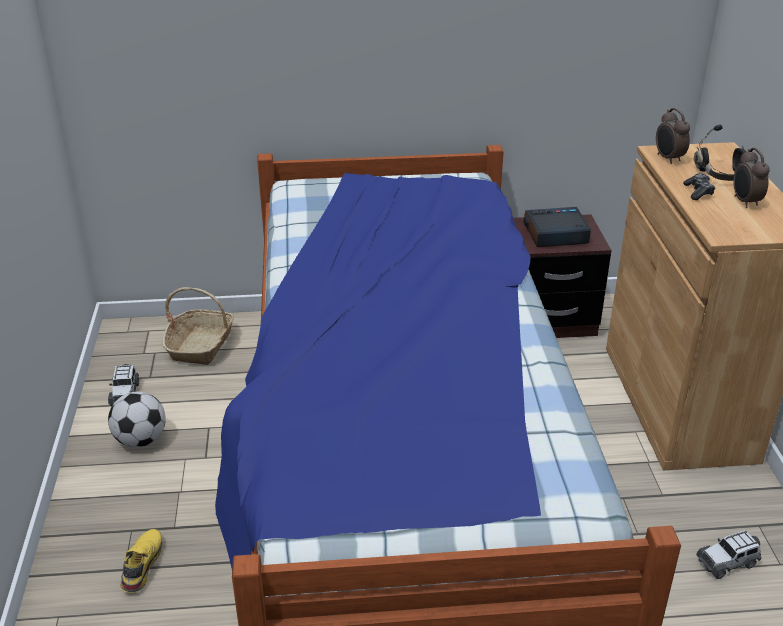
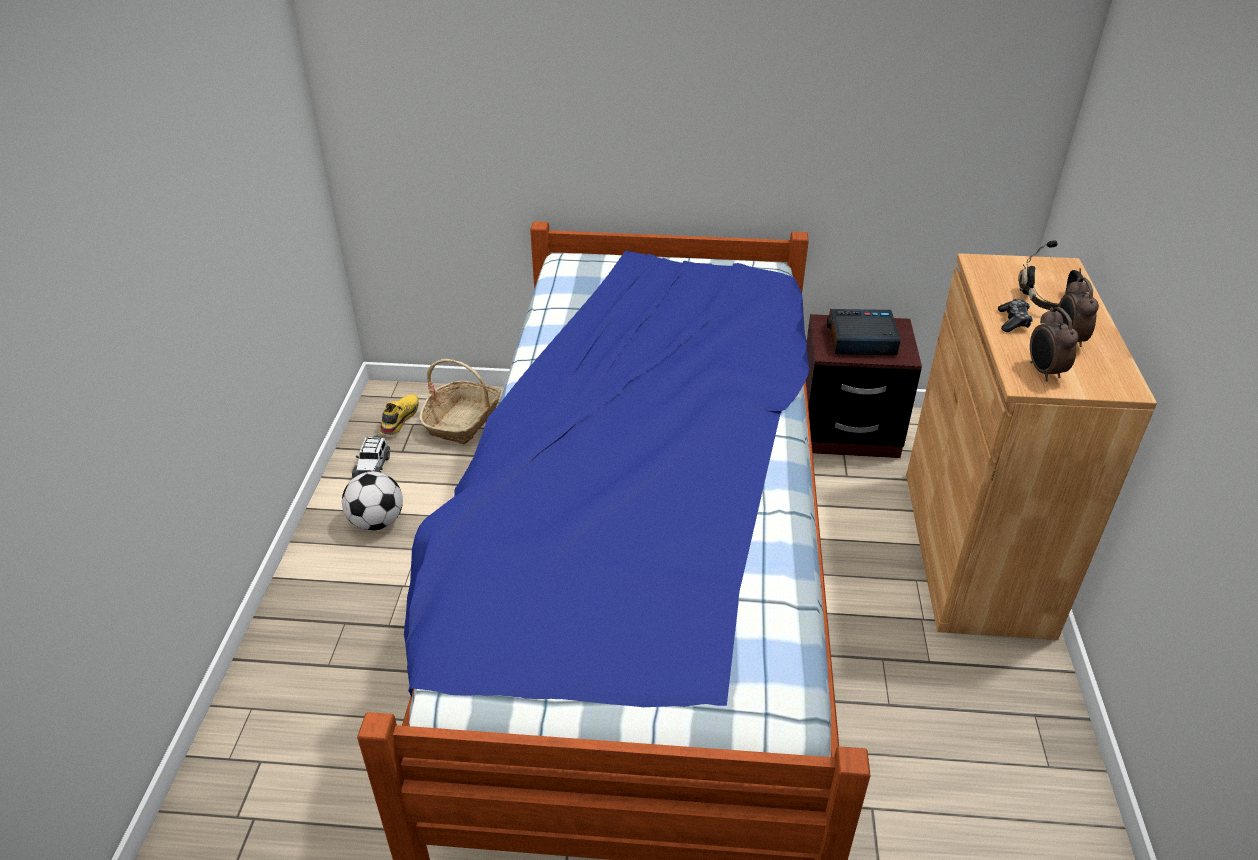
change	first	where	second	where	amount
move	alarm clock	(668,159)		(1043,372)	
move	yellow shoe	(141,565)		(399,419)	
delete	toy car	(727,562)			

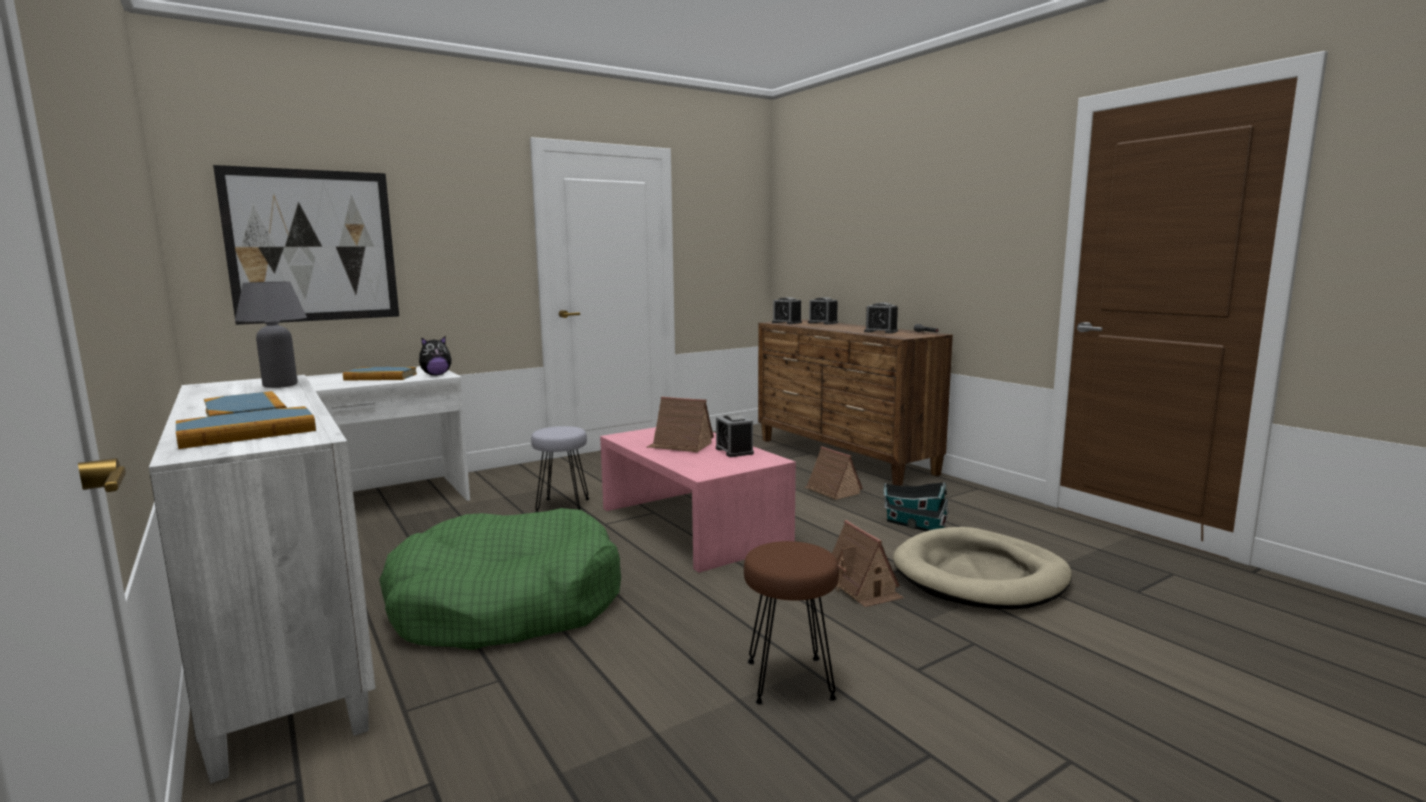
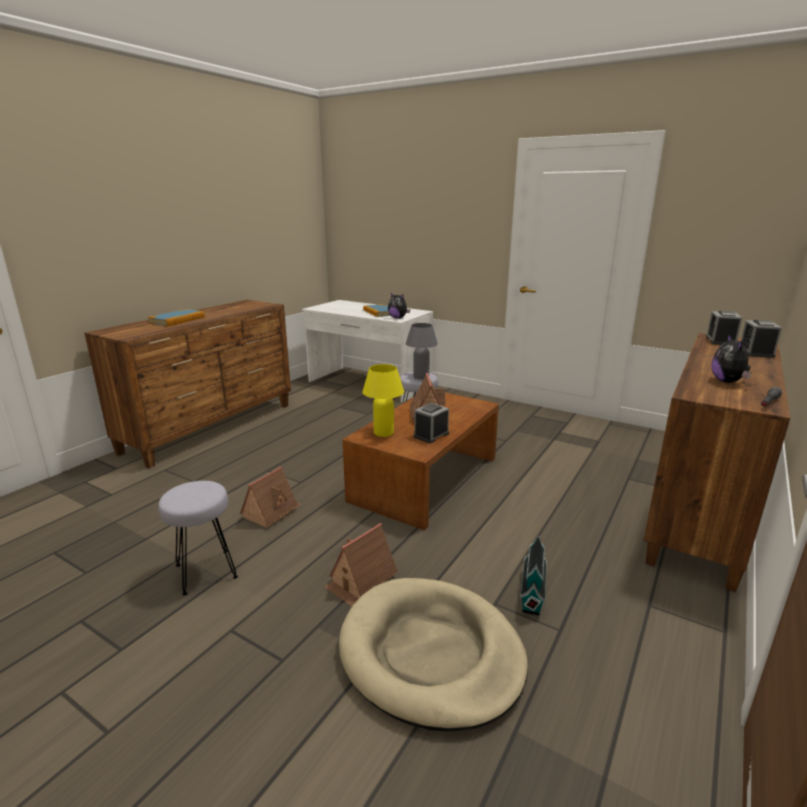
change	first	where	second	where	amount
delete	picture	(313,246)			
move	grey table lamp	(280,385)		(421,377)	
replace	alarm clock	(881,331)	plush toy	(728,382)	
recolor	white dresser	(283,648)	brown dresser	(212,427)	
delete	book	(247,433)			
recolor	pink coffee table	(693,525)	brown coffee table	(426,479)	
move	toy house	(832,491)		(272,511)	
delete	green dog bed	(506,604)			
recolor	brown stool	(789,681)	grey stool	(205,572)	
insert			yellow table lamp	(383,433)	

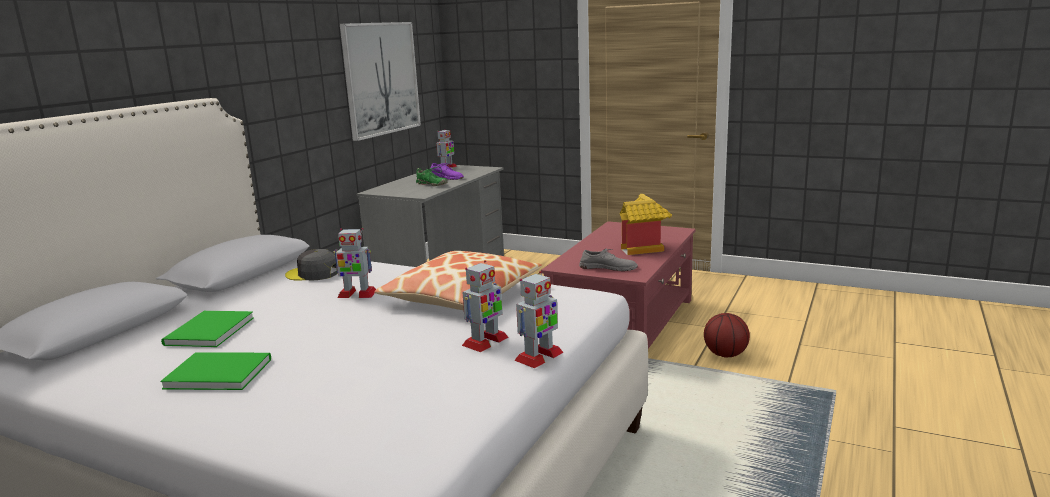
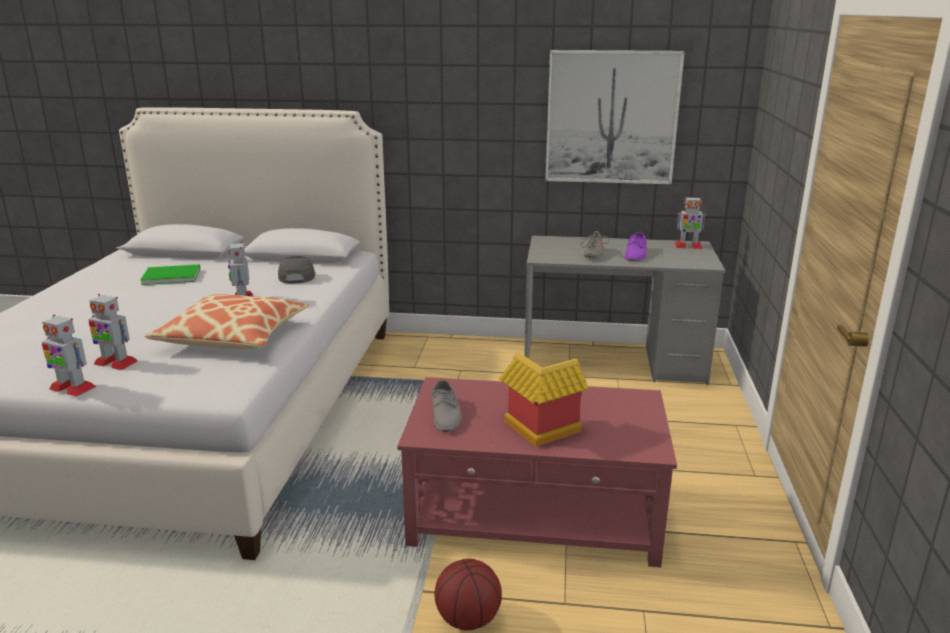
change	first	where	second	where	amount
recolor	green shoe	(431,184)	grey shoe	(593,254)	
delete	green book	(217,372)			

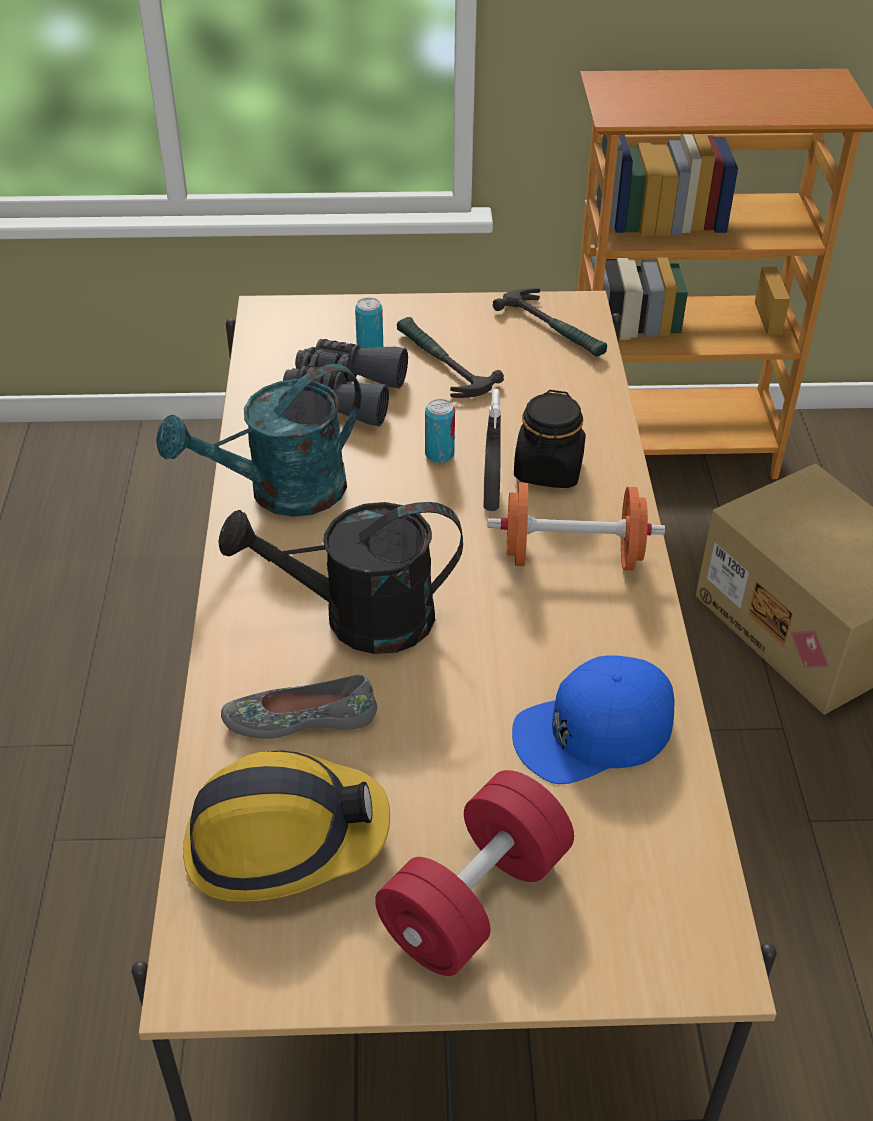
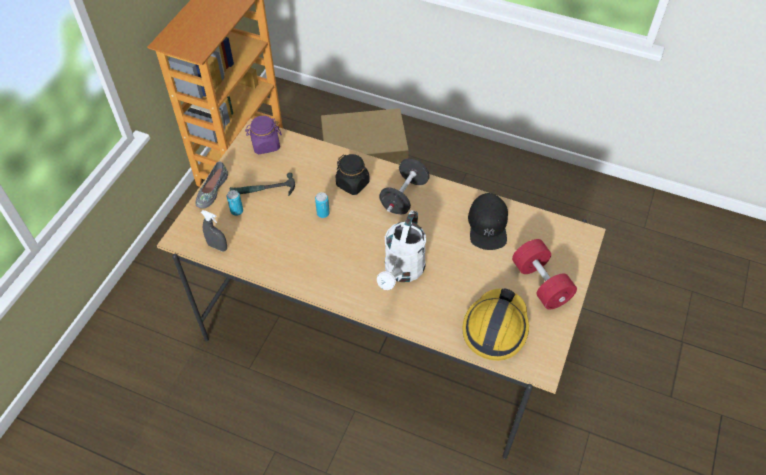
change	first	where	second	where	amount
replace	hammer	(555,329)	purple jar	(265,145)	
delete	grey binoculars	(344,394)			
delete	turquoise watering can	(281,493)			
move	grey spray bottle	(491,497)		(217,247)	
recolor	orange dumbbell	(572,556)	black dumbbell	(404,196)	
recolor	black watering can	(358,619)	white watering can	(402,272)	
recolor	blue cap	(593,731)	black cap	(488,225)	
move	grey shoe	(300,717)		(211,190)	

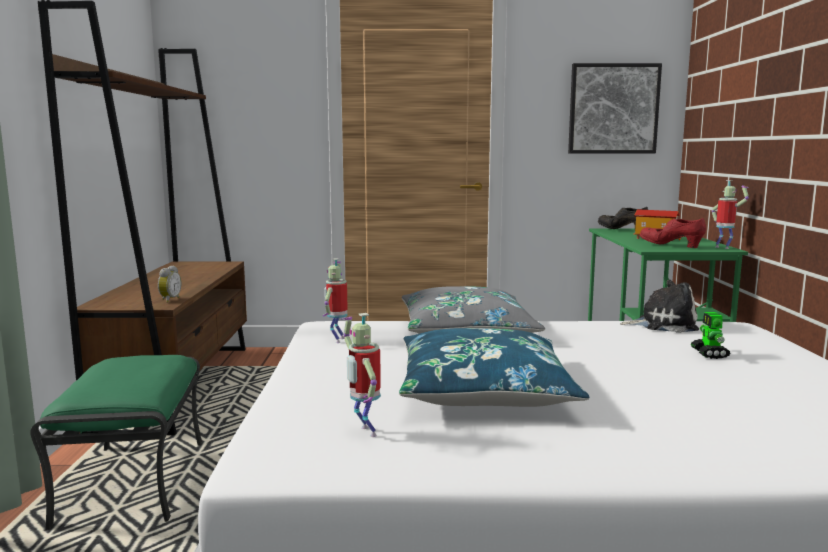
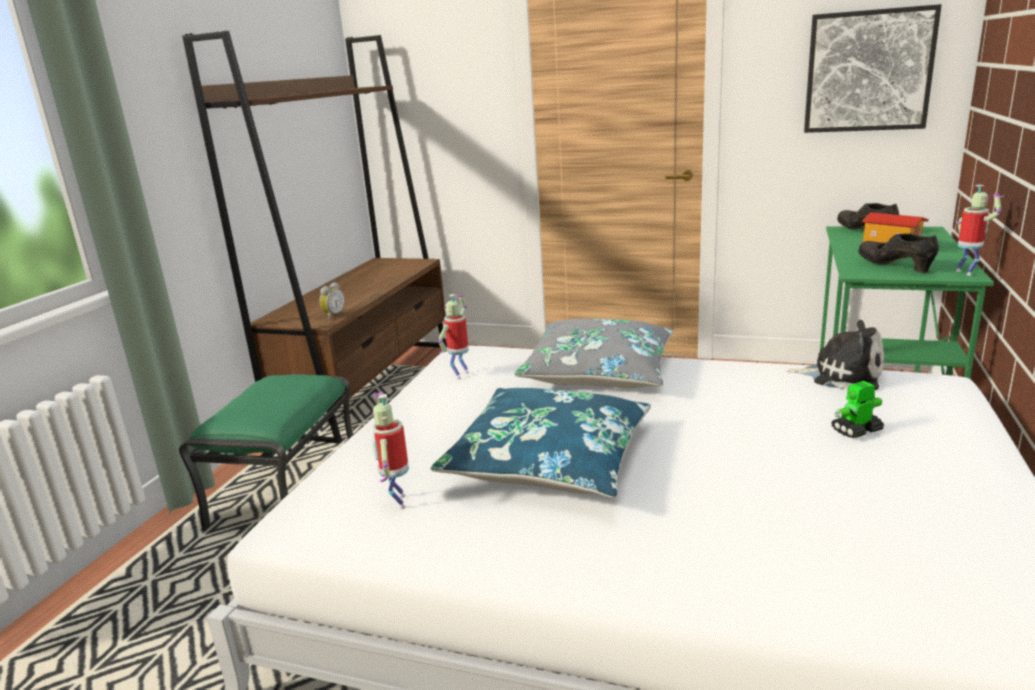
change	first	where	second	where	amount
recolor	red shoe	(671,246)	black shoe	(895,267)	
rotate	toy robot	(709,354)		(856,430)	45 degrees clockwise

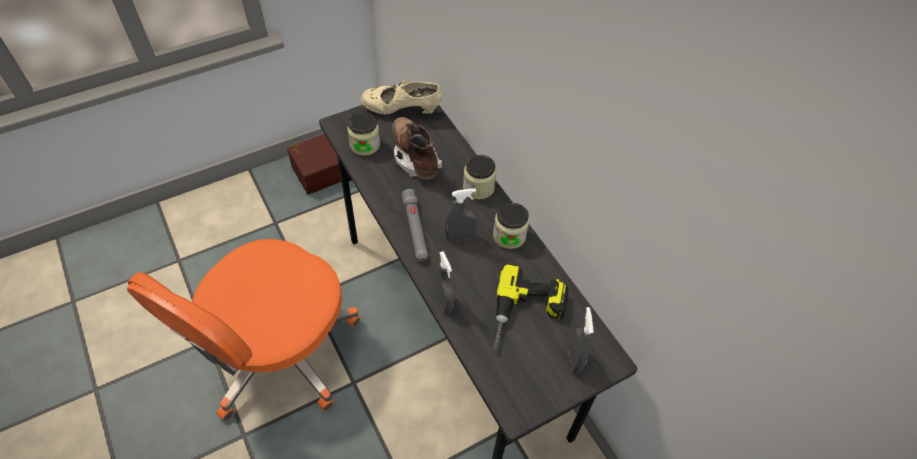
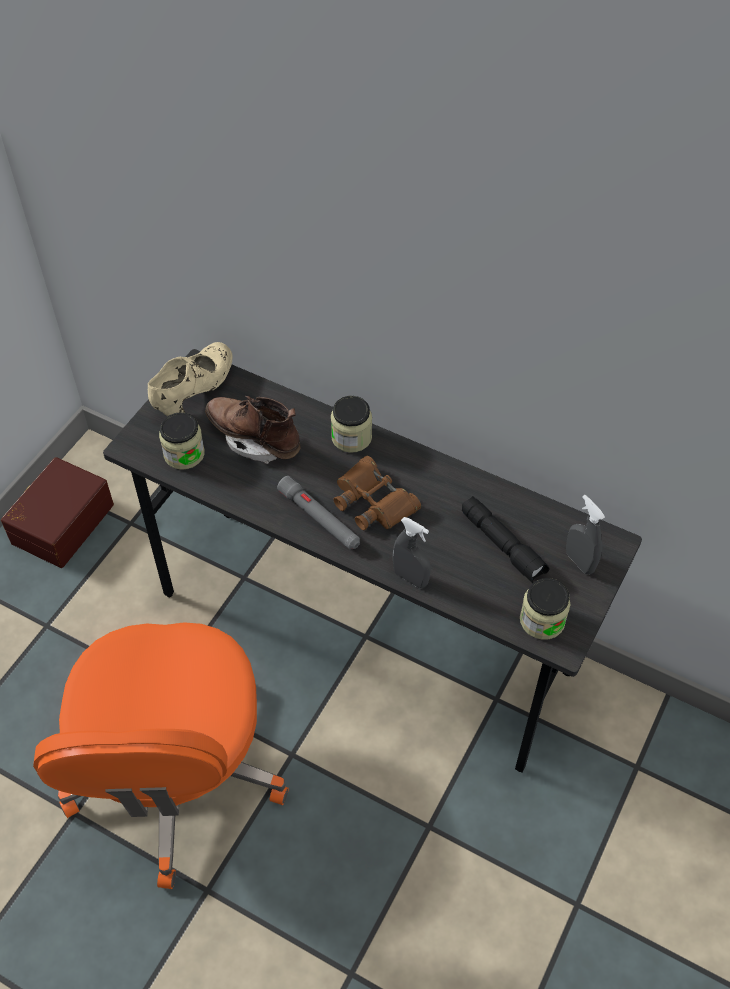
change	first	where	second	where	amount
rotate	beige shoe	(402,110)		(194,392)	150 degrees clockwise
replace	grey spray bottle	(460,237)	brown binoculars	(373,501)	
move	jar	(509,236)		(542,620)	
replace	power drill	(527,316)	black flashlight	(503,545)	

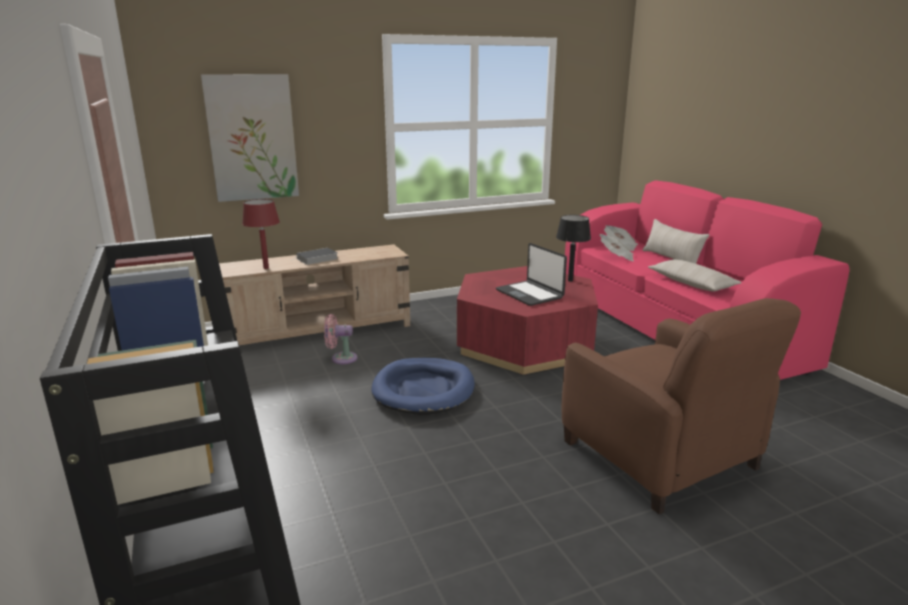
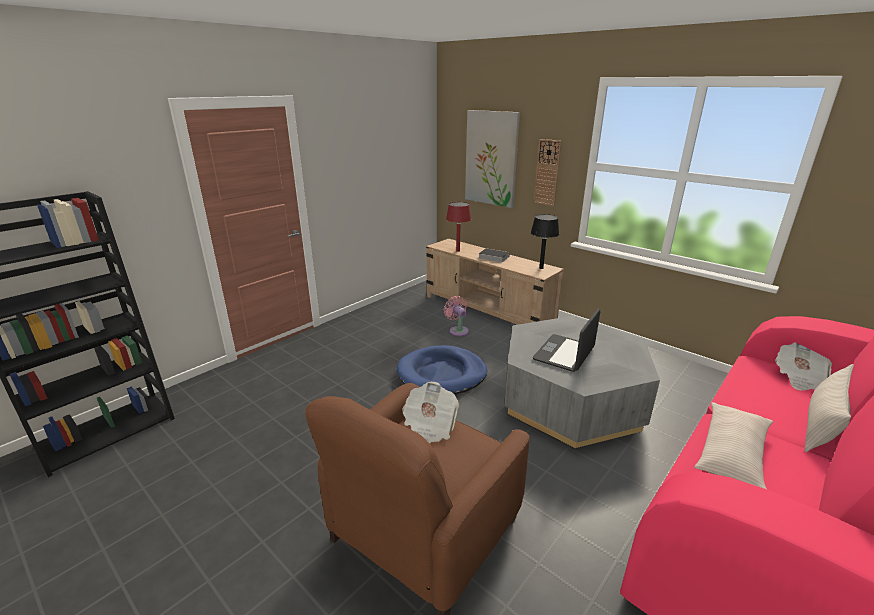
change	first	where	second	where	amount
move	black table lamp	(570,280)		(541,268)	
move	newspaper	(616,257)		(429,426)	
recolor	red coffee table	(524,343)	grey coffee table	(571,400)	
insert			wall clock	(547,172)	

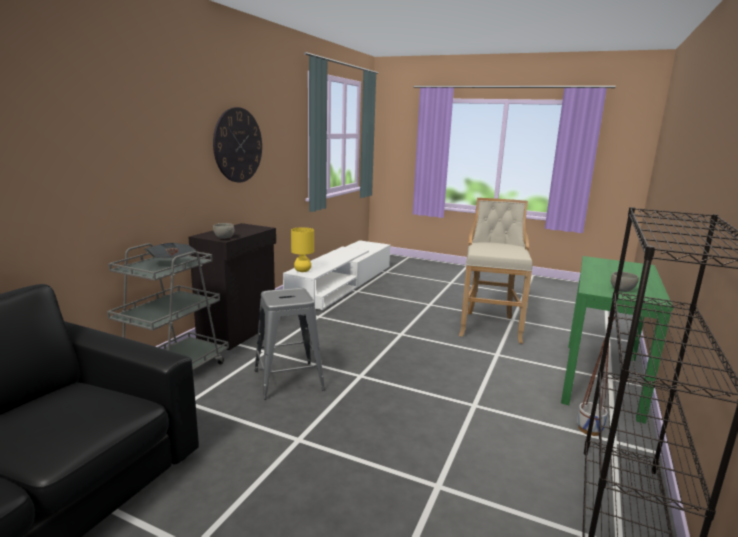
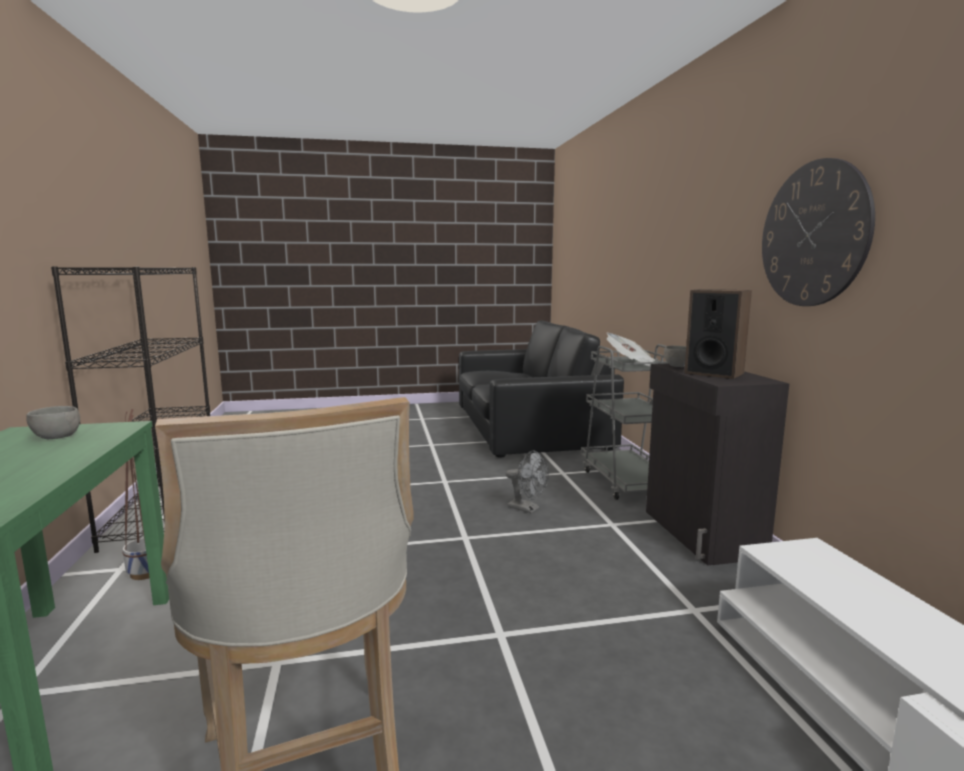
change	first	where	second	where	amount
delete	yellow table lamp	(302,270)			
replace	grey stool	(288,380)	grey fan	(527,509)	
insert			speaker	(714,373)	

